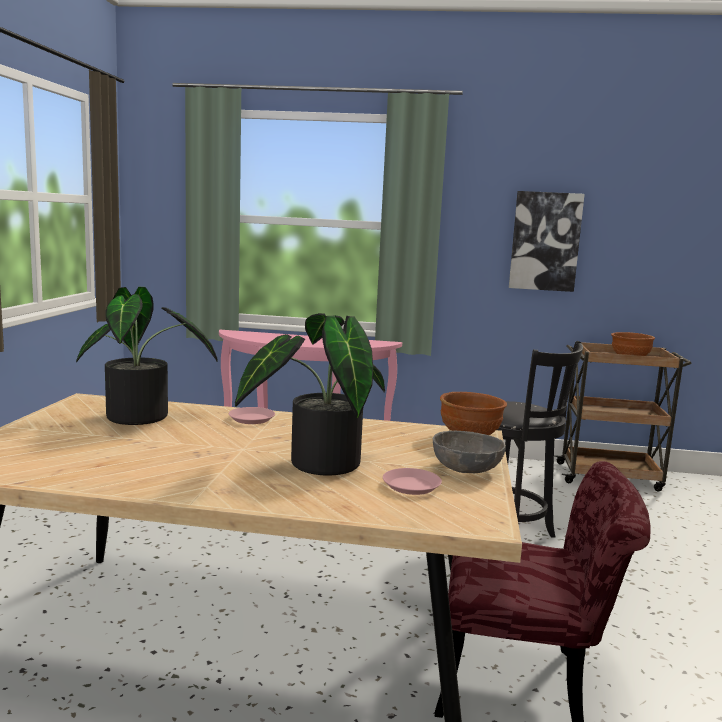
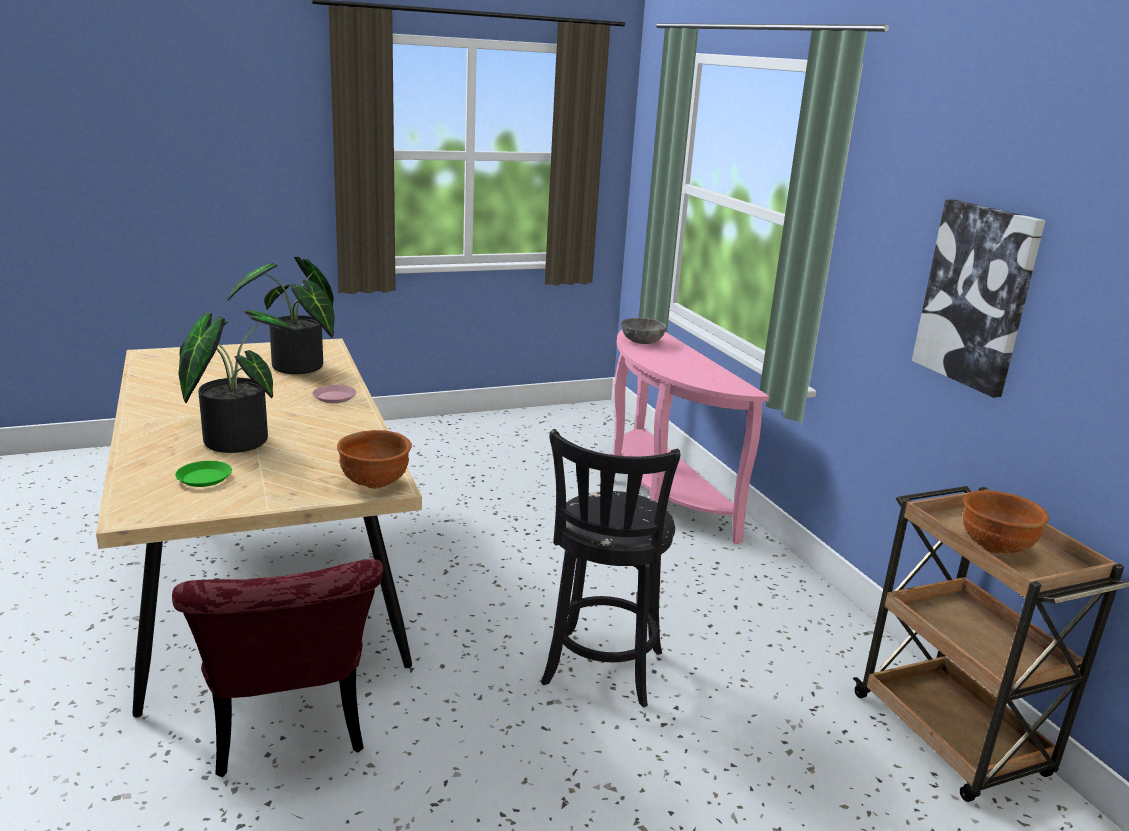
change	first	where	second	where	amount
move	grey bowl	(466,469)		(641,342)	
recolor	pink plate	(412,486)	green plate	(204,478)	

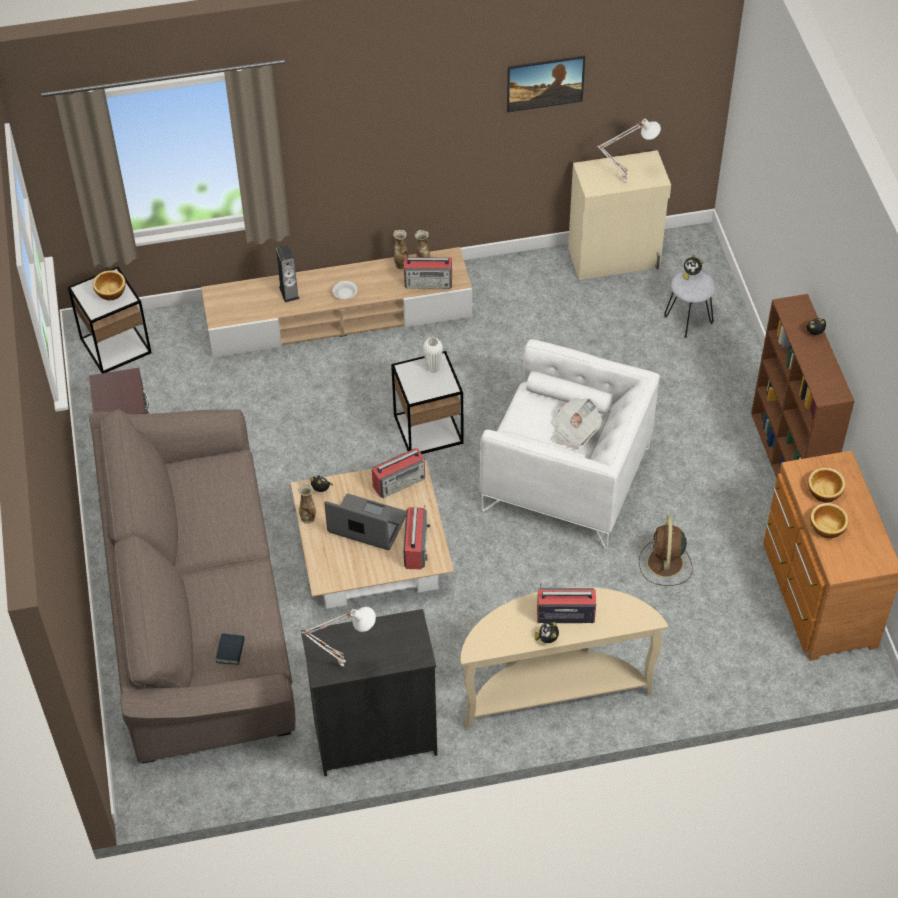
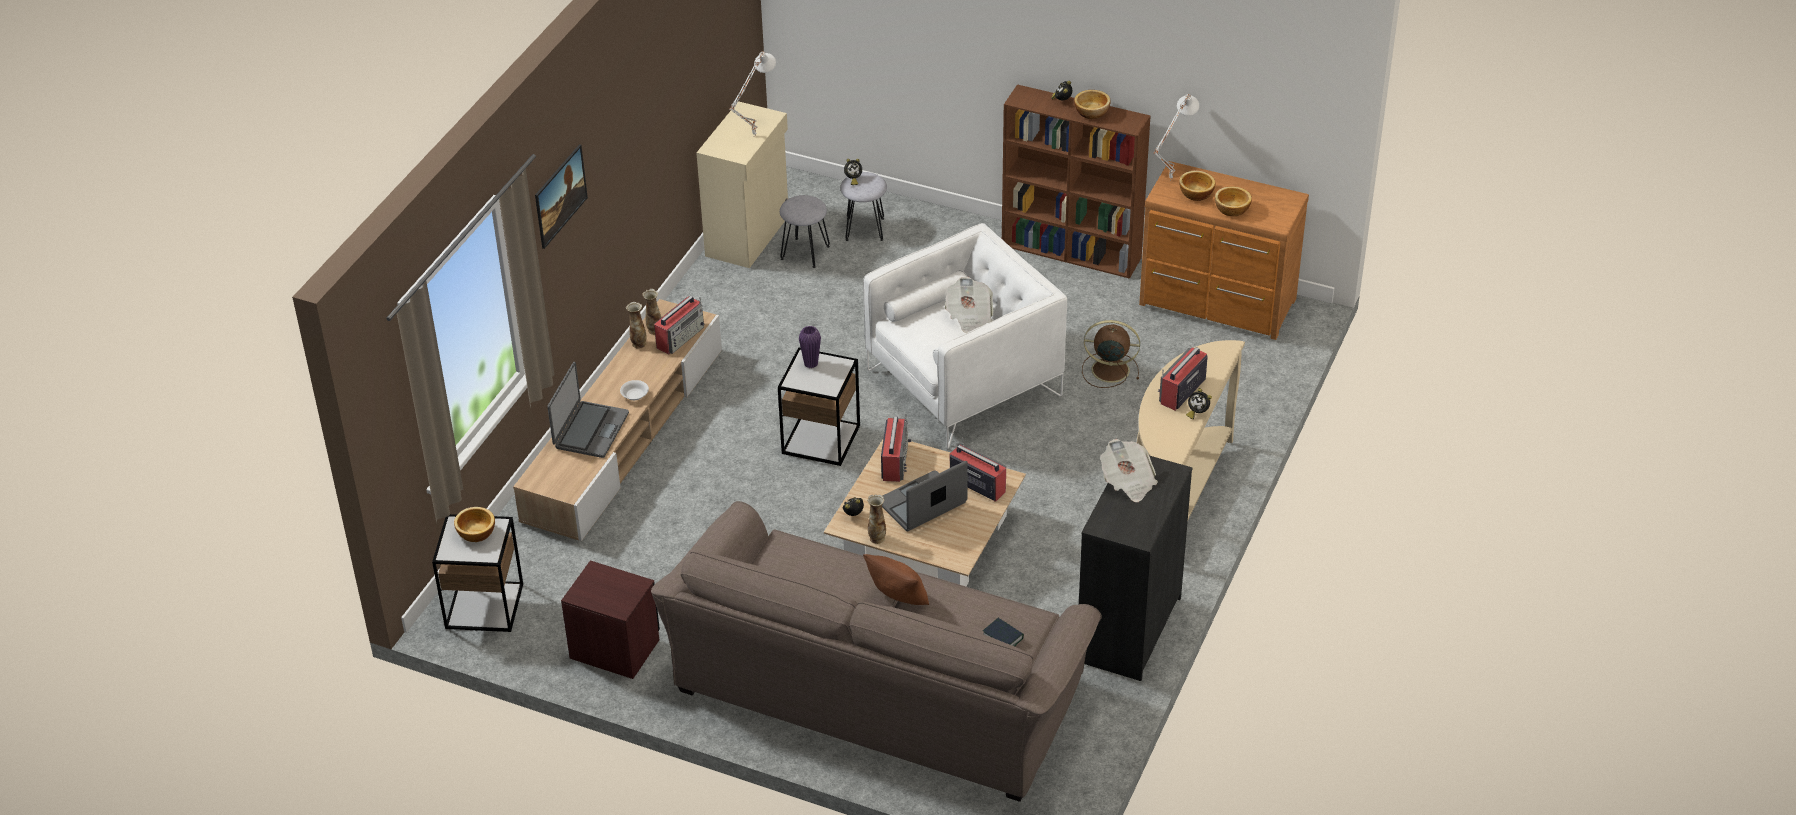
change	first	where	second	where	amount
move	picture	(545,94)		(562,209)	
replace	speaker	(289,292)	laptop	(590,430)	
recolor	white vase	(433,368)	purple vase	(811,364)	
rotate	brown fan	(665,564)		(1108,370)	150 degrees clockwise
move	white table lamp	(342,664)		(1169,179)	
insert			bowl	(1092,112)	
insert			grey stool	(805,253)	
insert			newspaper	(1128,482)	
insert			brown pillow	(897,597)	

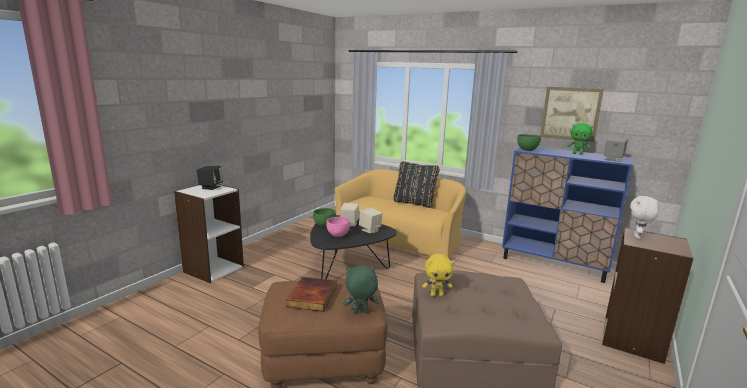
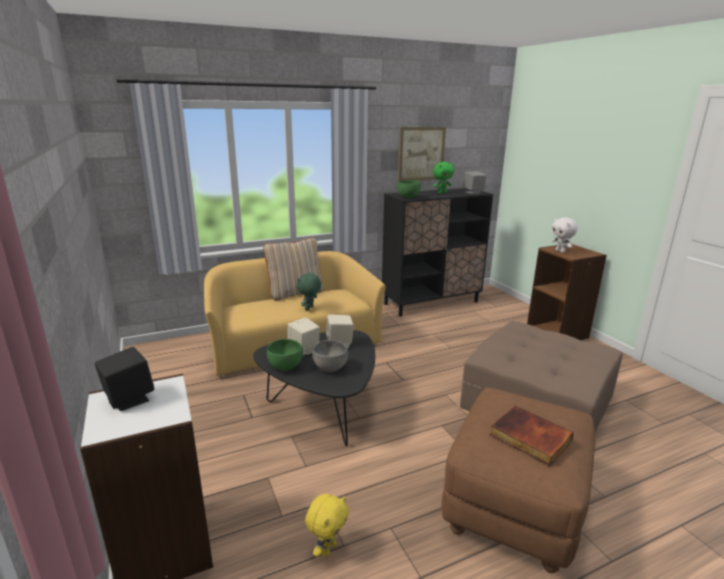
change	first	where	second	where	amount
recolor	blue cabinet	(554,263)	black cabinet	(431,303)	
recolor	black pillow	(414,203)	beige pillow	(295,293)	
recolor	pink bowl	(338,235)	grey bowl	(330,368)	
move	yellow plush toy	(436,295)		(328,548)	
move	green plush toy	(360,313)		(309,308)	

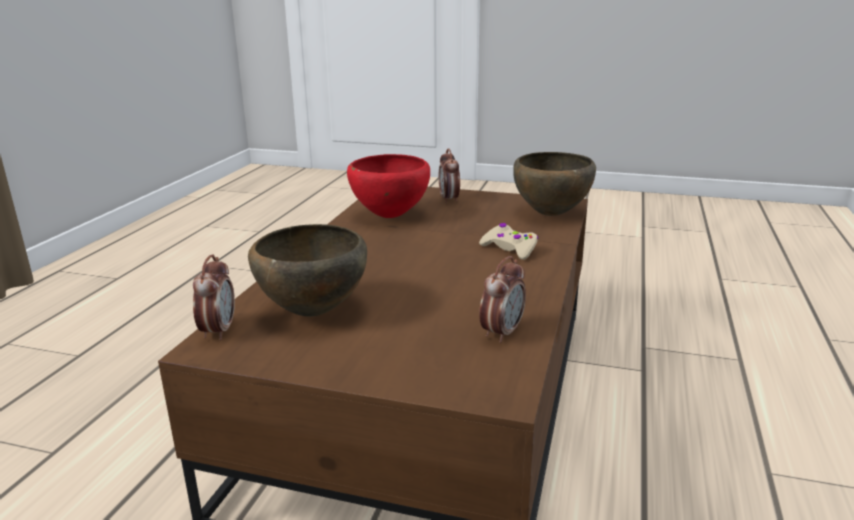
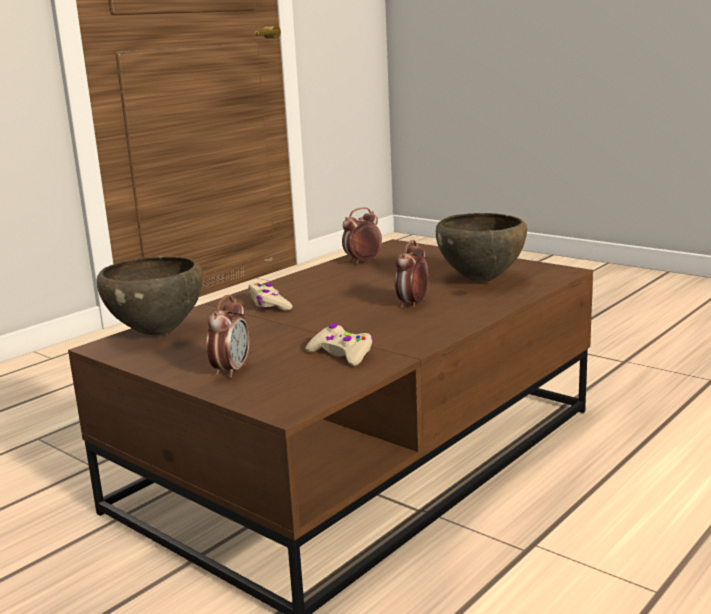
change	first	where	second	where	amount
replace	red bowl	(389,216)	beige game controller	(342,354)	
move	alarm clock	(218,331)		(412,304)	

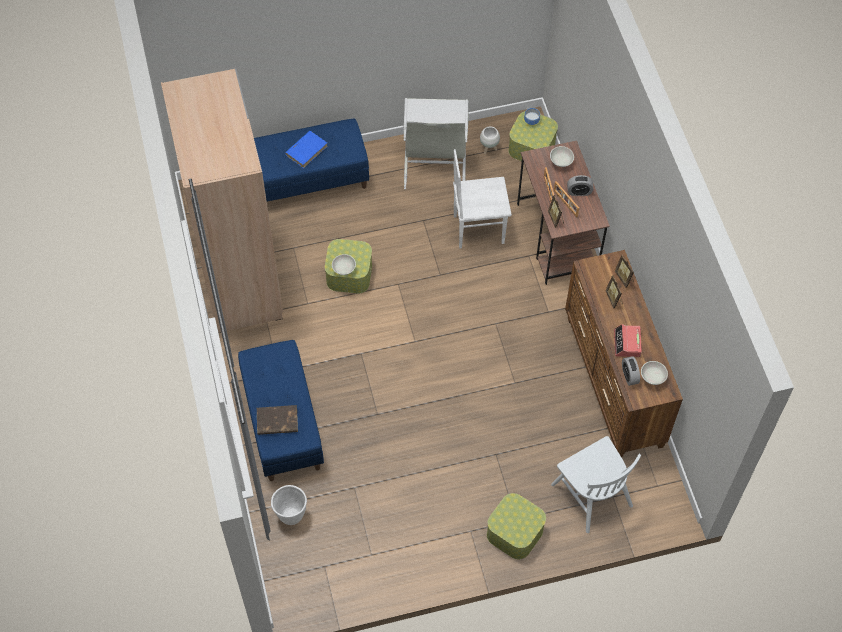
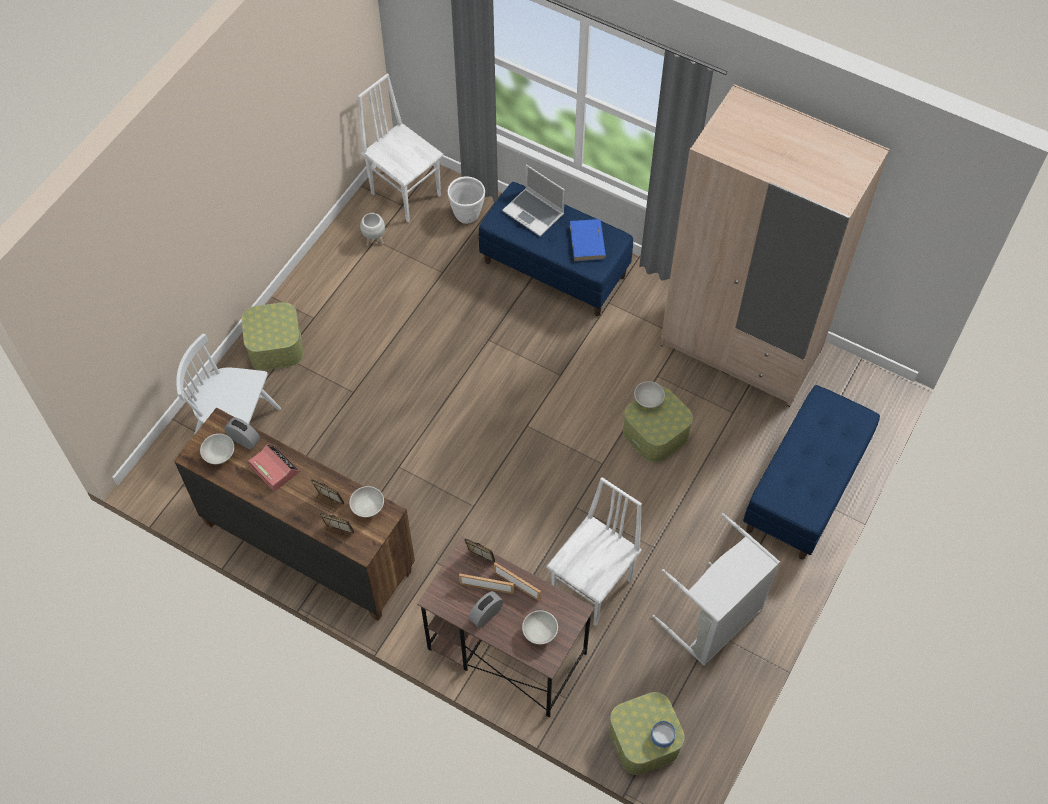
change	first	where	second	where	amount
move	white planter	(488,149)		(374,240)	
move	blue book	(306,150)		(587,242)	
replace	brown book	(277,421)	laptop	(534,213)	
insert			white chair	(406,193)	
insert			white bowl	(367,508)	

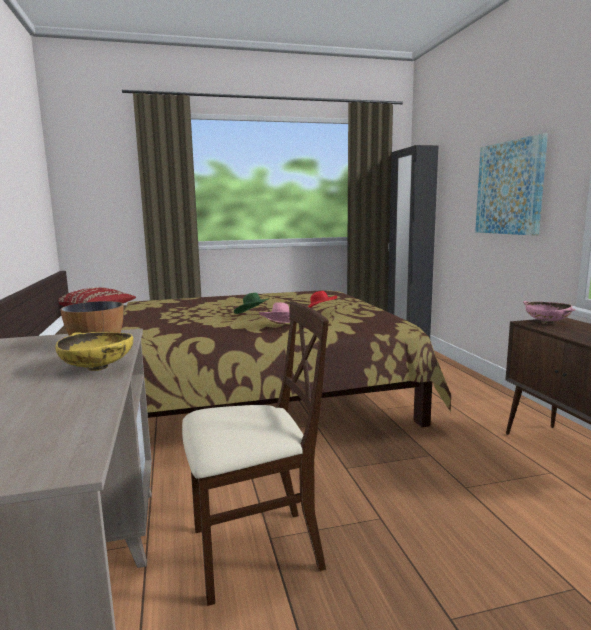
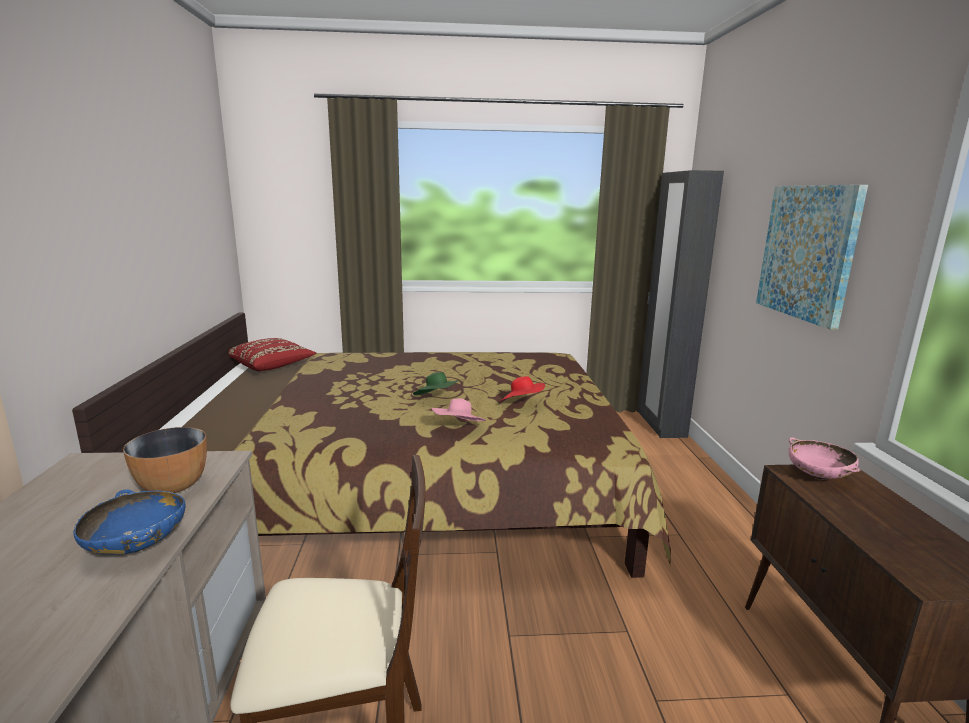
change	first	where	second	where	amount
recolor	yellow bowl	(98,368)	blue bowl	(137,545)	

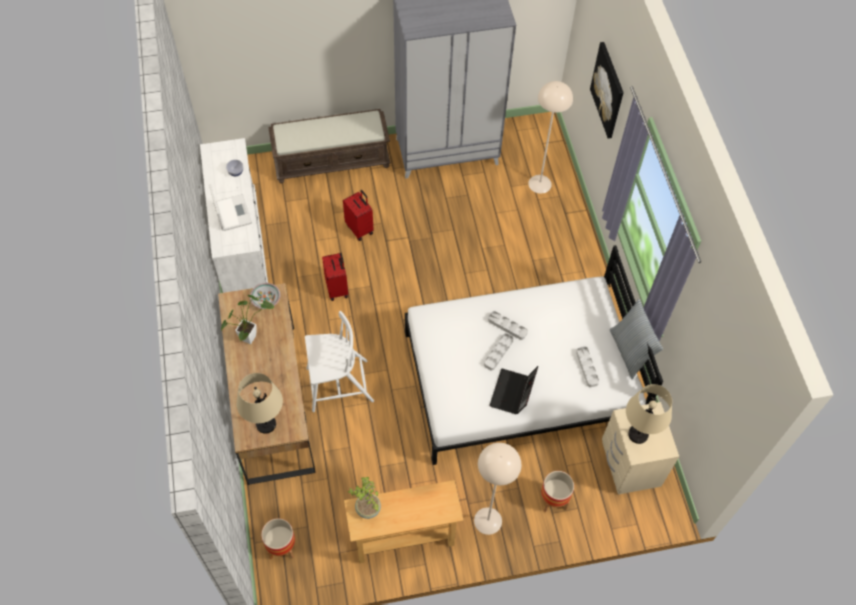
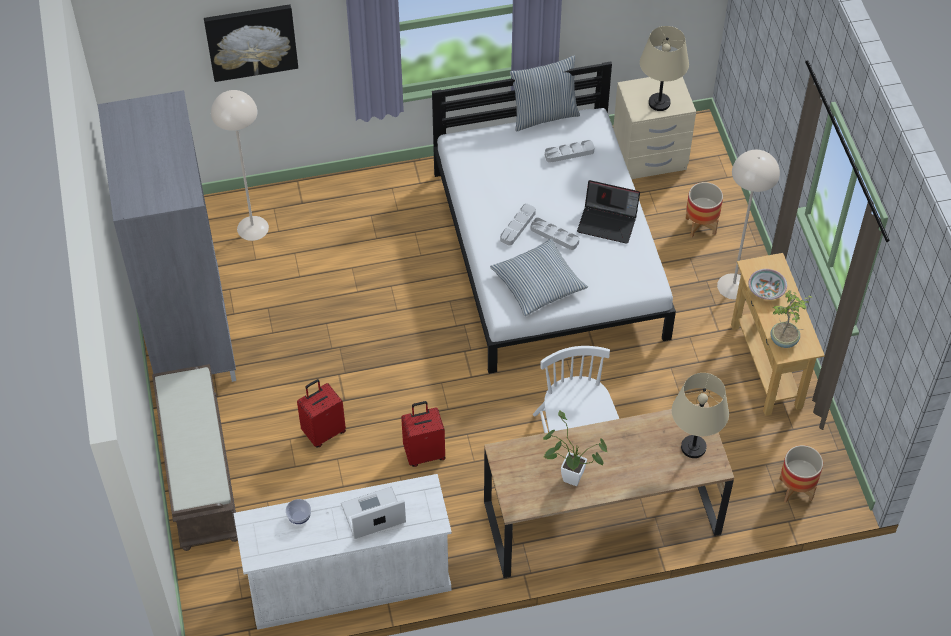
change	first	where	second	where	amount
move	bowl	(266,299)		(766,290)	
insert			pillow	(538,283)	

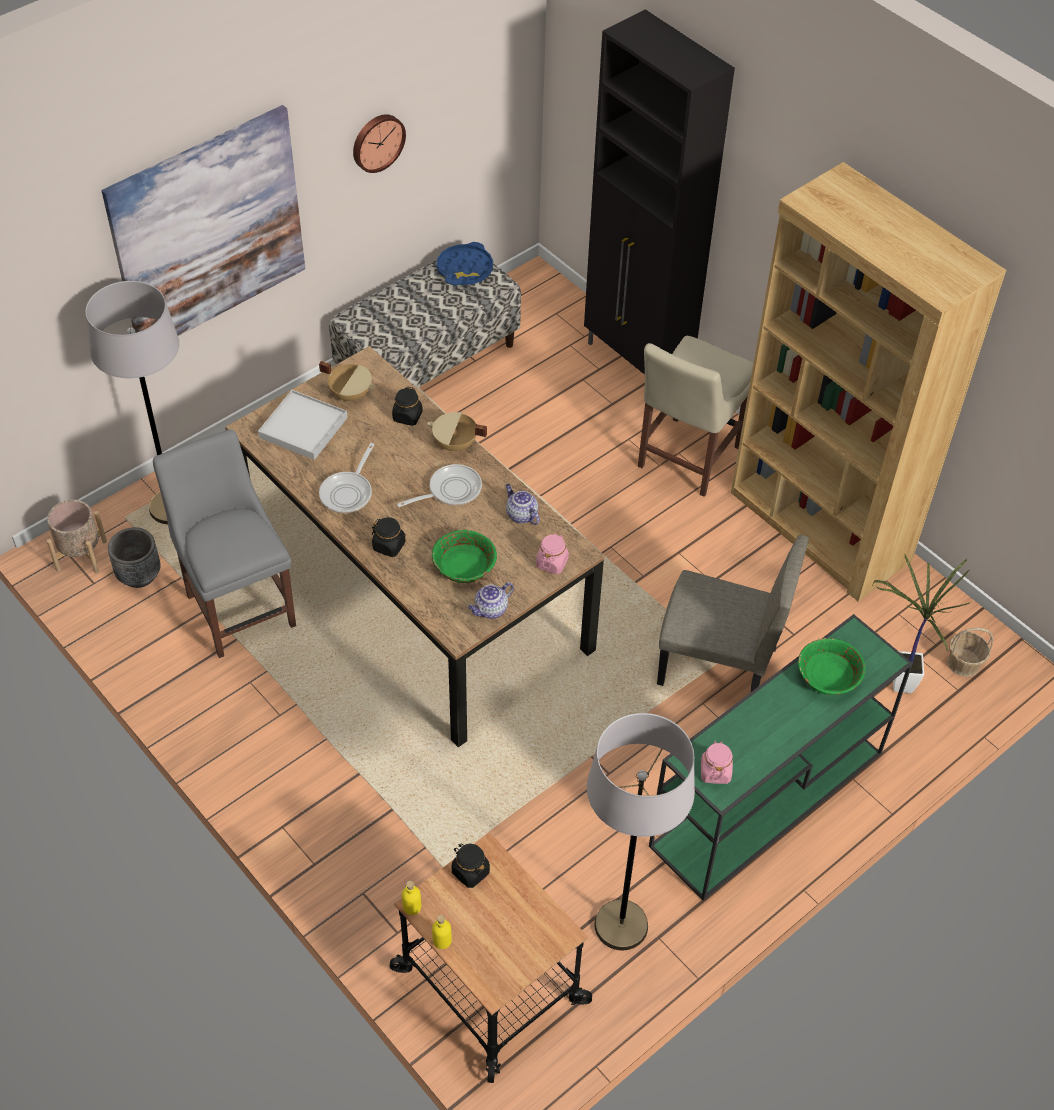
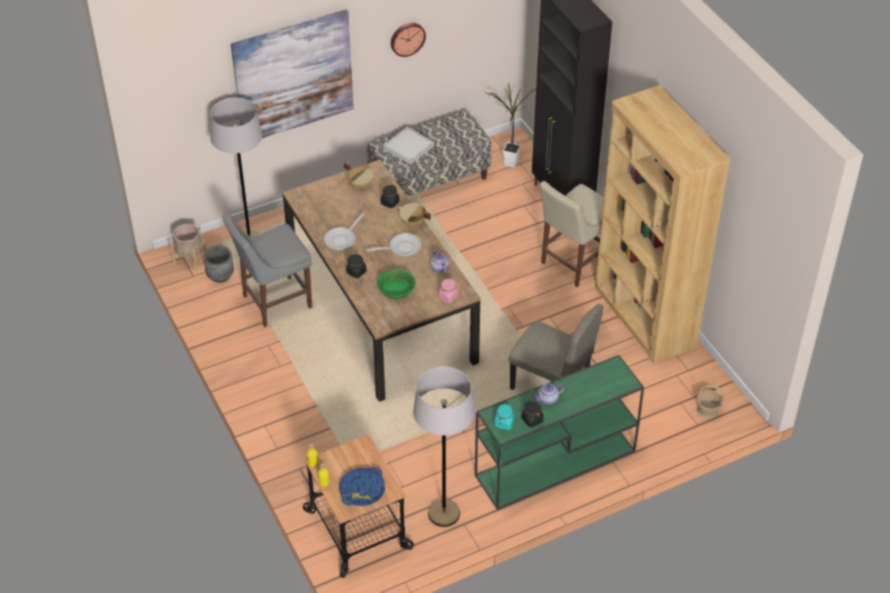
change	first	where	second	where	amount
move	blue tray	(465,269)		(362,490)	
move	white tray	(303,427)		(408,147)	
rotate	grey chair	(239,606)		(273,302)	105 degrees counterclockwise
move	potted plant	(896,682)		(509,162)	
move	teapot	(490,610)		(547,399)	
delete	green bowl	(828,675)			
recolor	pink jar	(715,771)	turquoise jar	(504,423)	
move	black jar	(470,872)		(532,420)	

